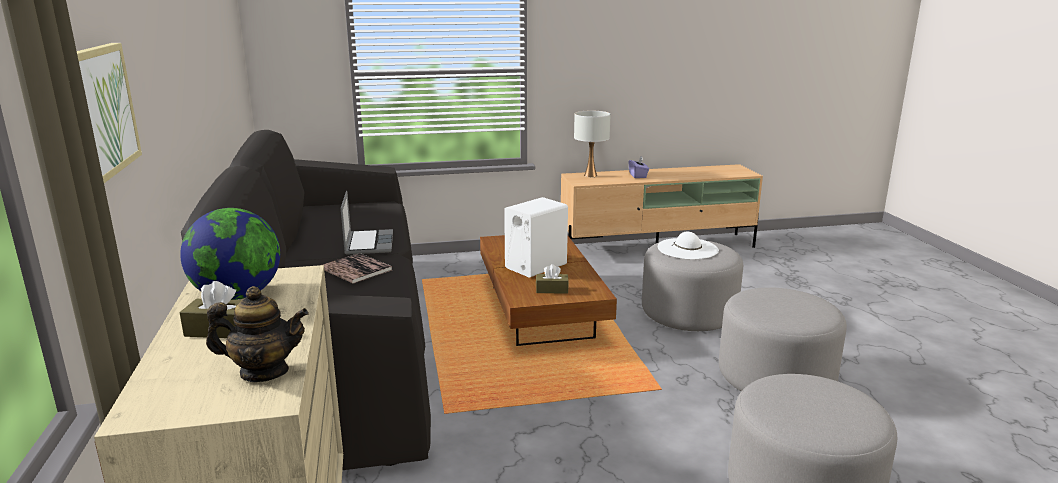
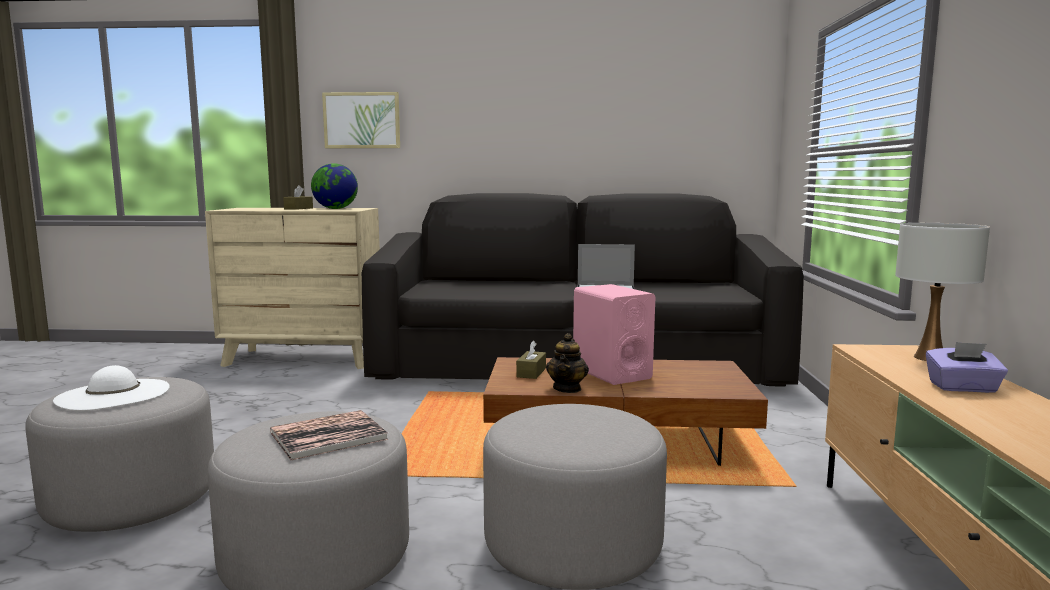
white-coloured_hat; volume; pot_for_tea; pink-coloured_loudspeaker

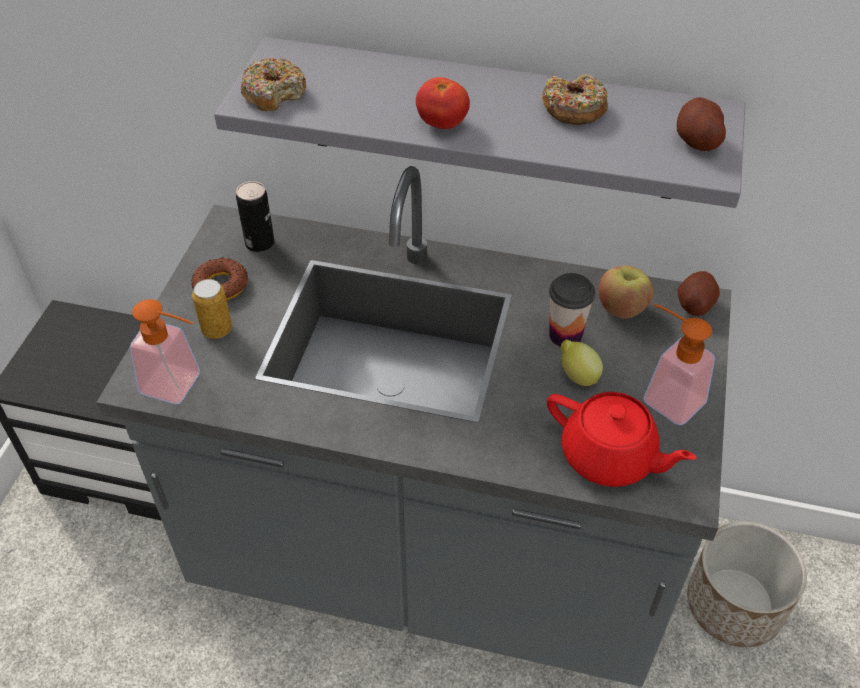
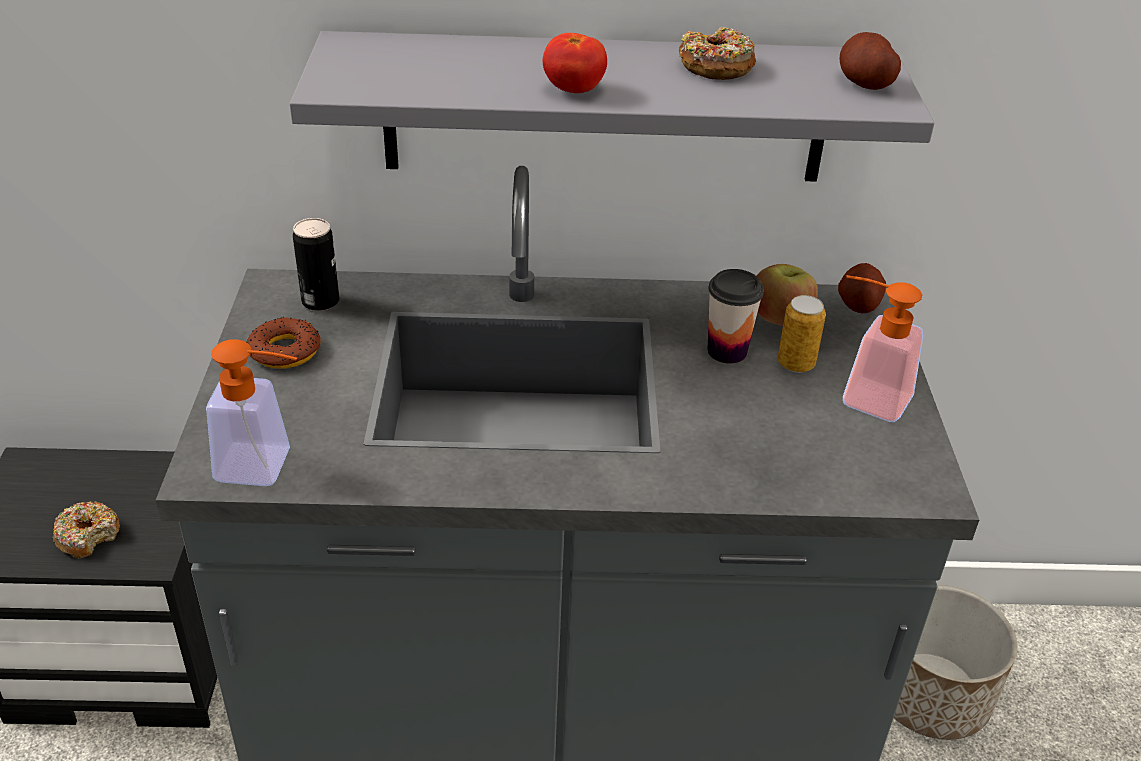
doughnut (no. 1 from left); sealed_can (no. 2 from left); red_pot_for_tea; lemon

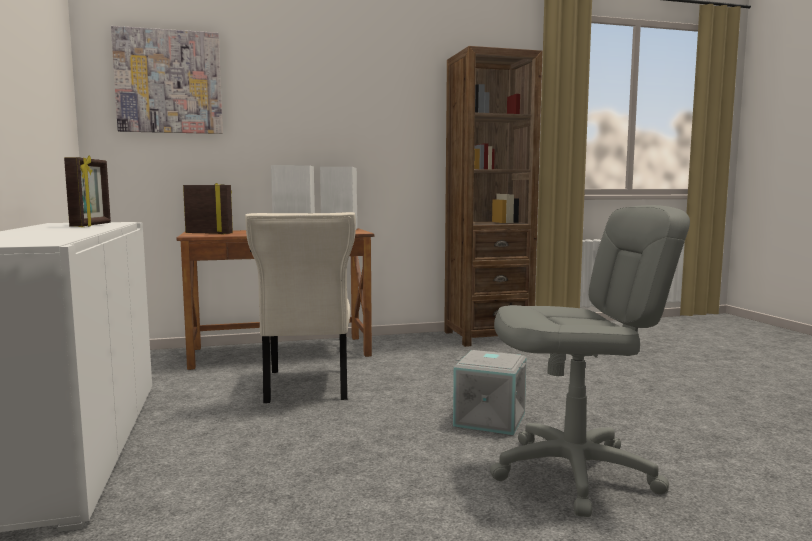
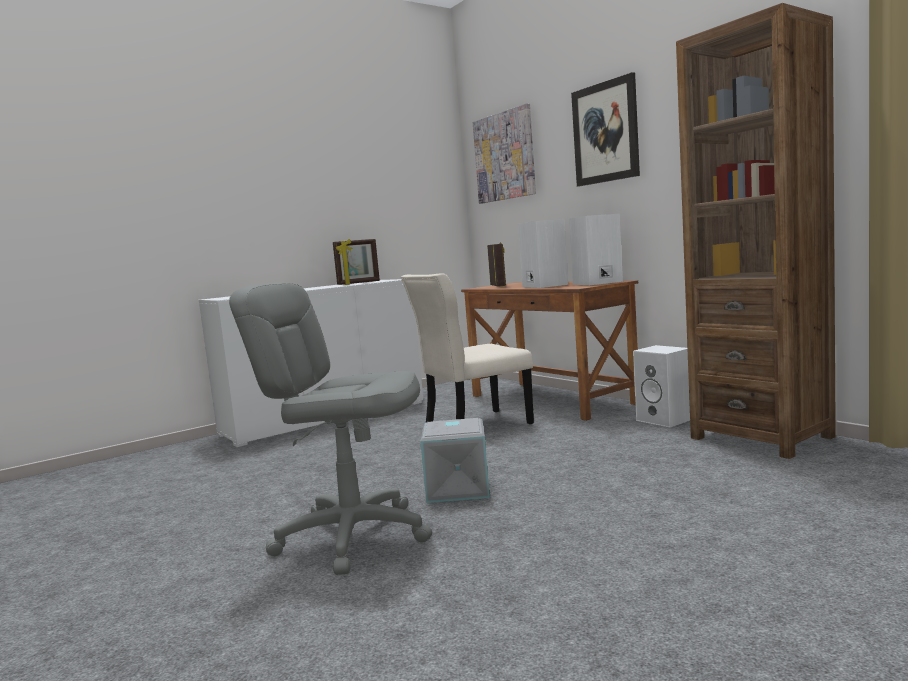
grey_office_chair; wall_picture (no. 2 from left); white-coloured_loudspeaker (no. 3 from left)

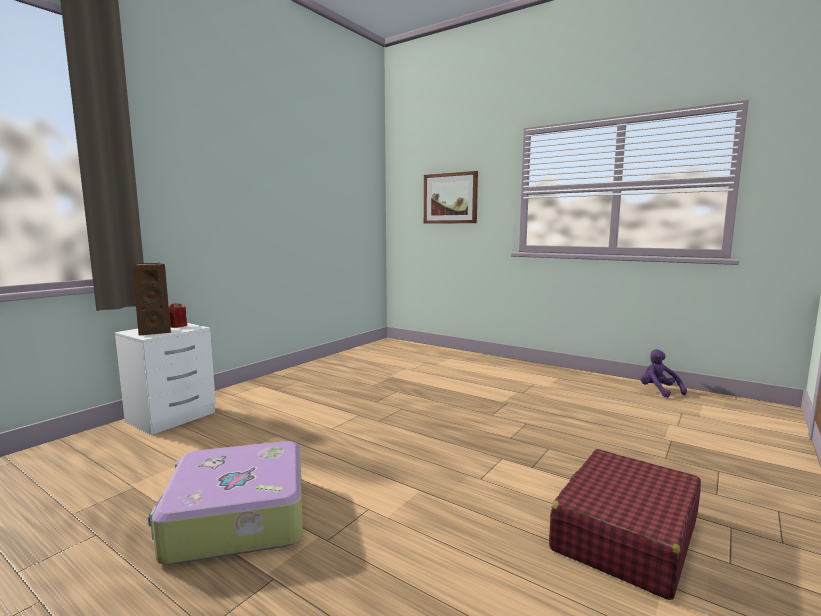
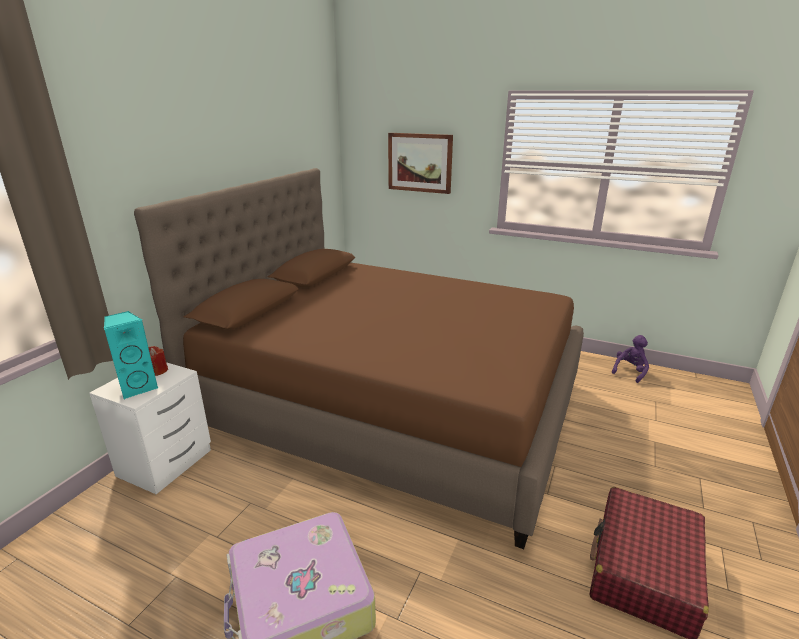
blue-green_loudspeaker; brownish_bedroom_bed; purplish_cuddly_toy

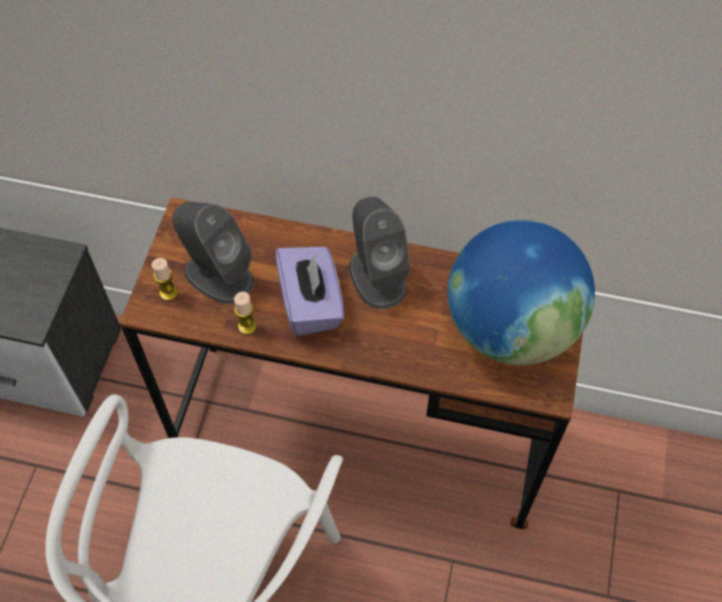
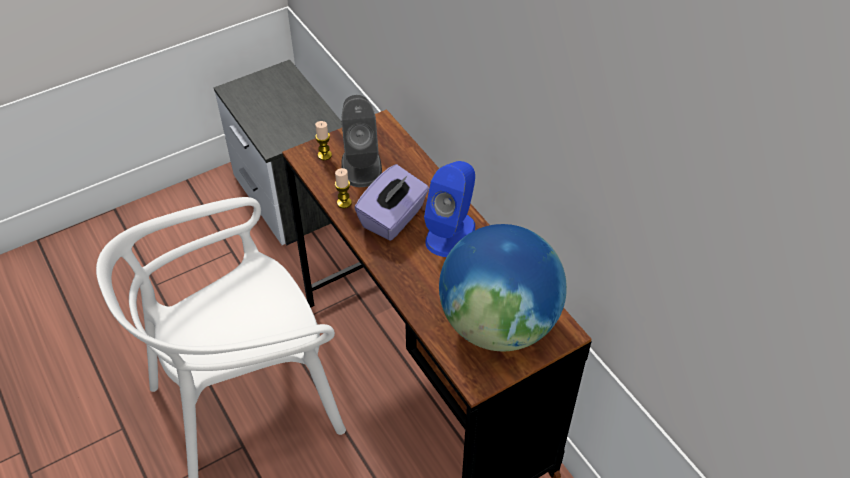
blue-coloured_loudspeaker

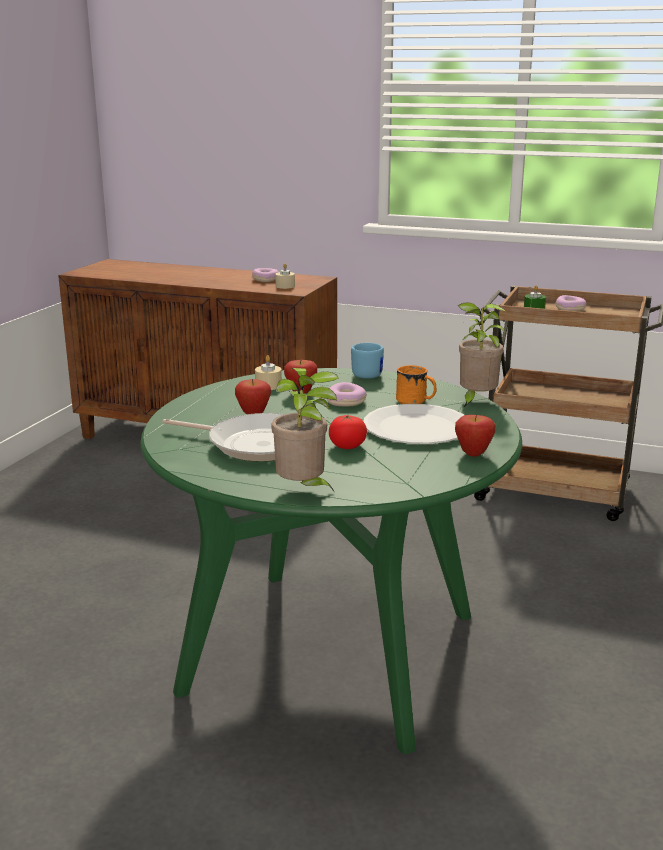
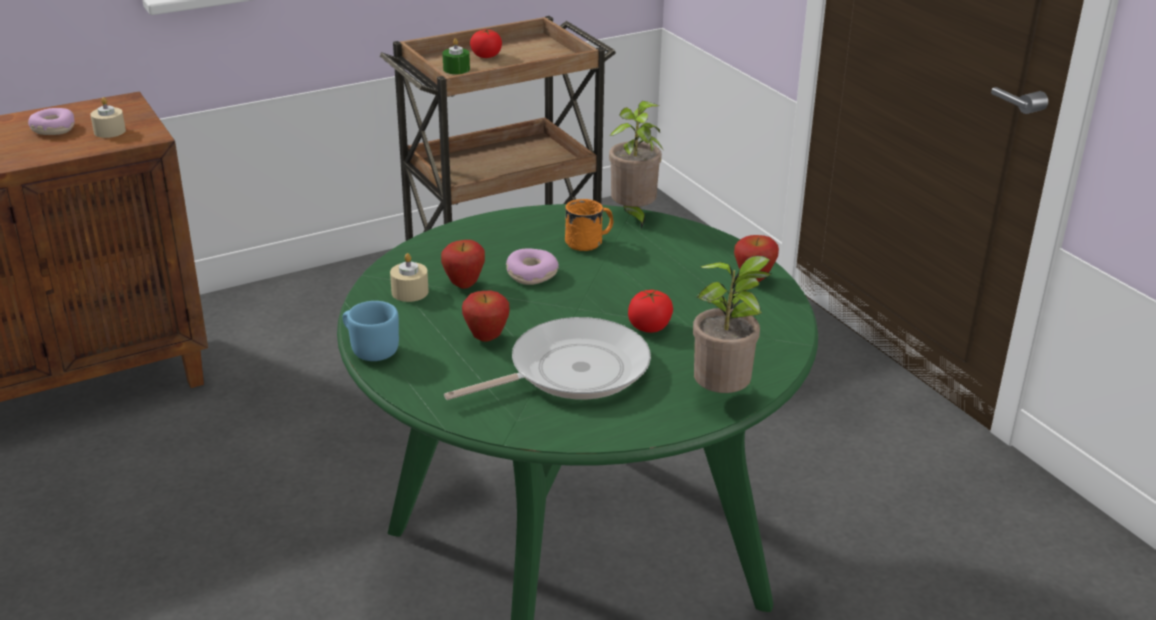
blue-coloured_mug; tomato (no. 1 from left); white-coloured_plate

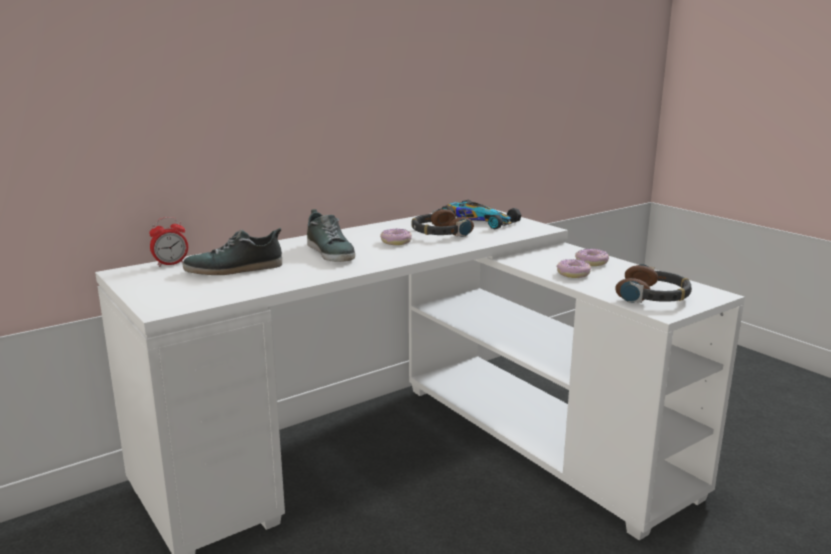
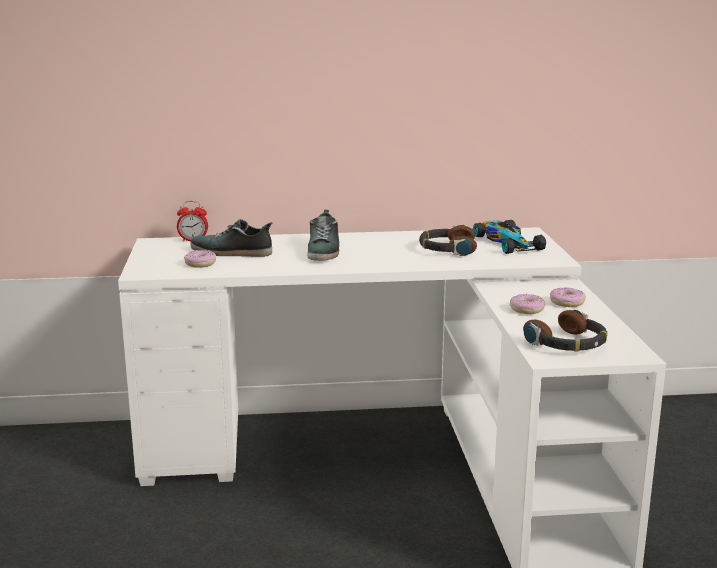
doughnut (no. 1 from left)

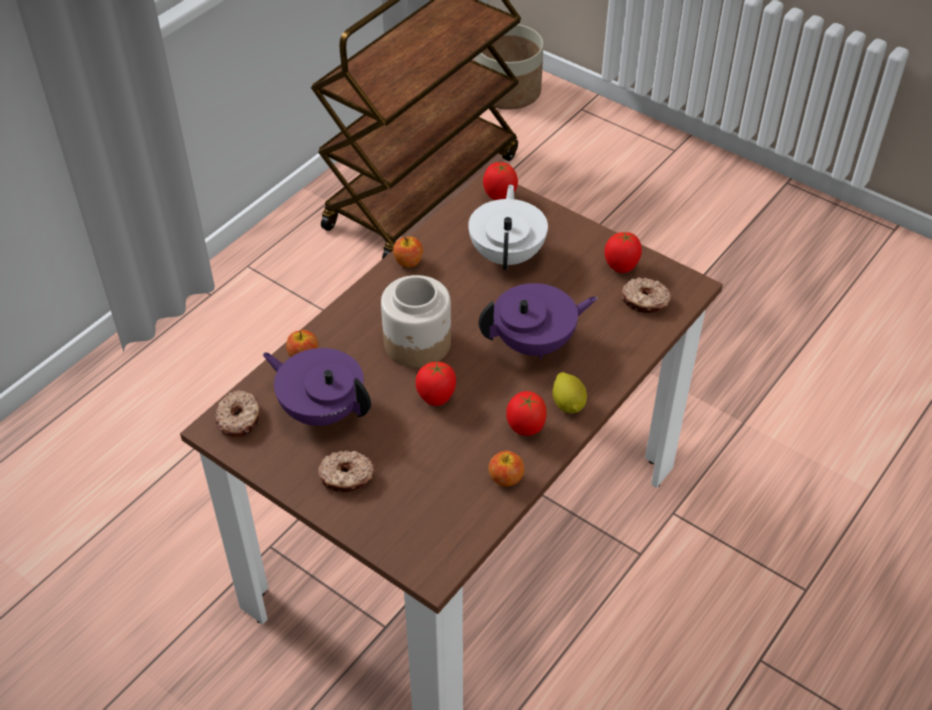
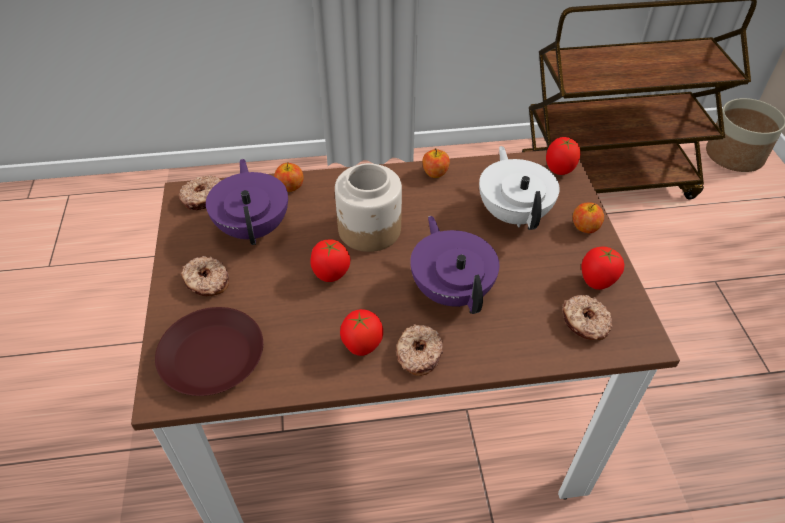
brownish_plate; doughnut (no. 3 from left); purplish_pot_for_tea (no. 2 from left); white-coloured_pot_for_tea; apple (no. 3 from left)

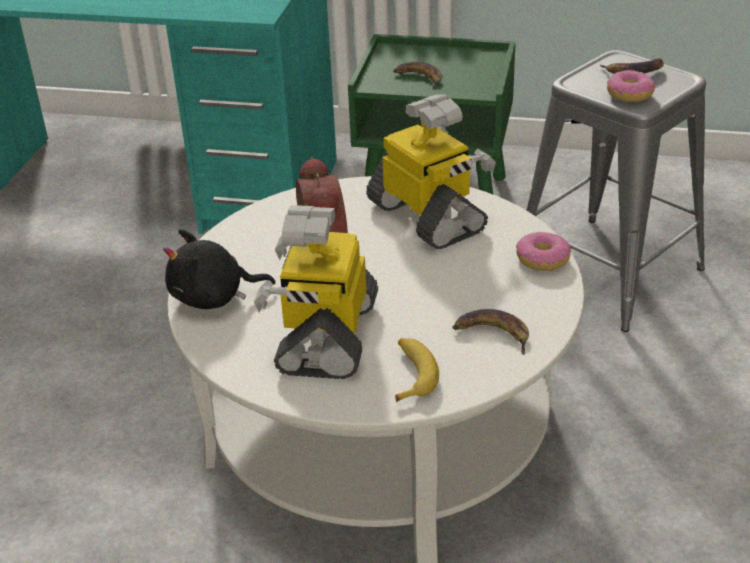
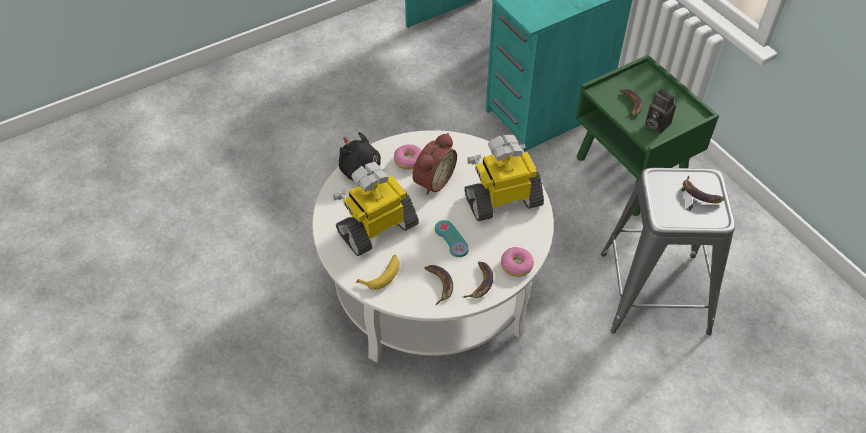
doughnut (no. 1 from left); blue-green_gamepad; banana (no. 3 from left); toy_robot (no. 2 from left); photo_camera

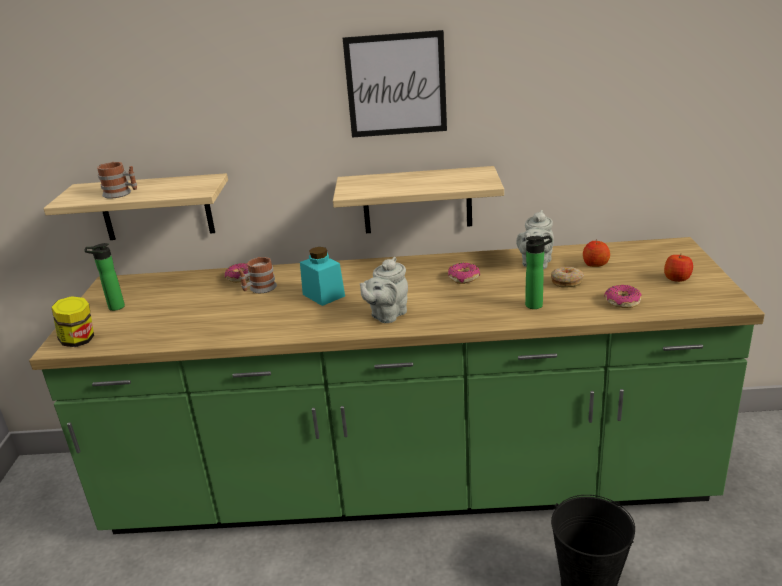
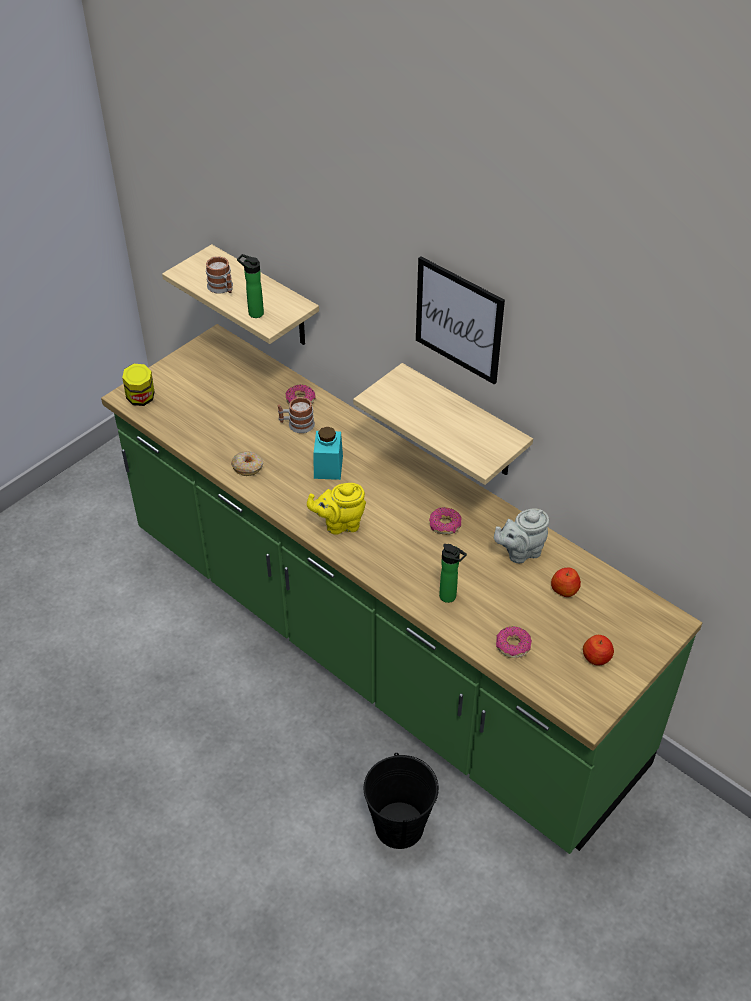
doughnut (no. 1 from left); drink_bottle (no. 1 from left); yellow_pot_for_tea

